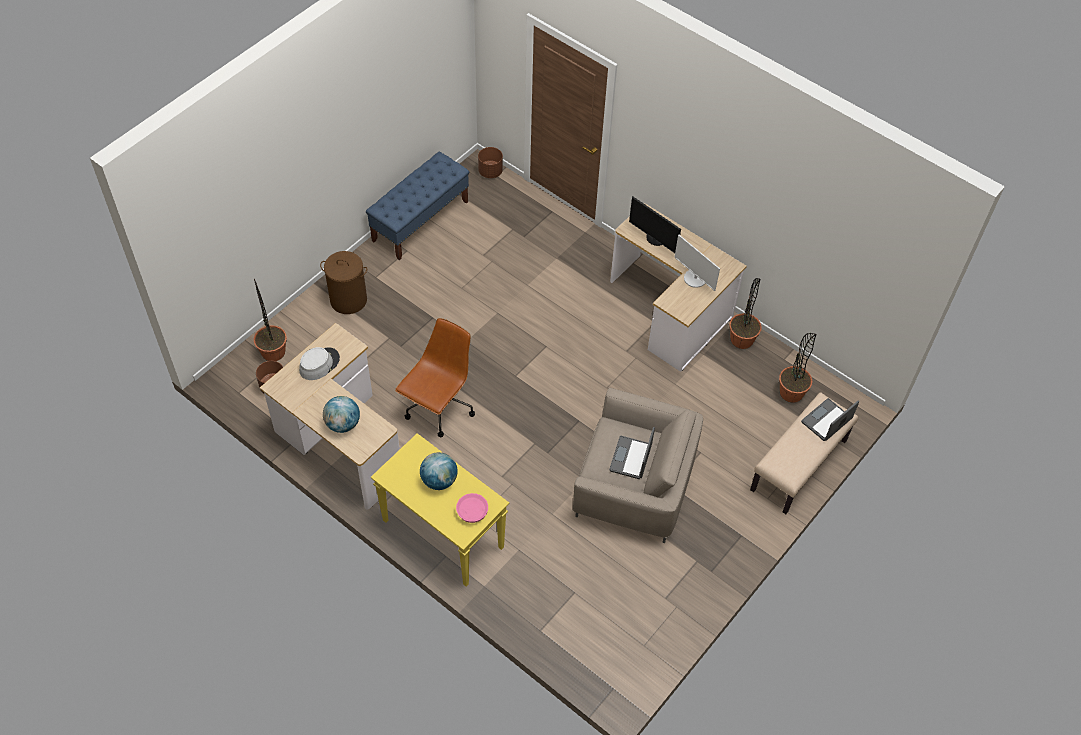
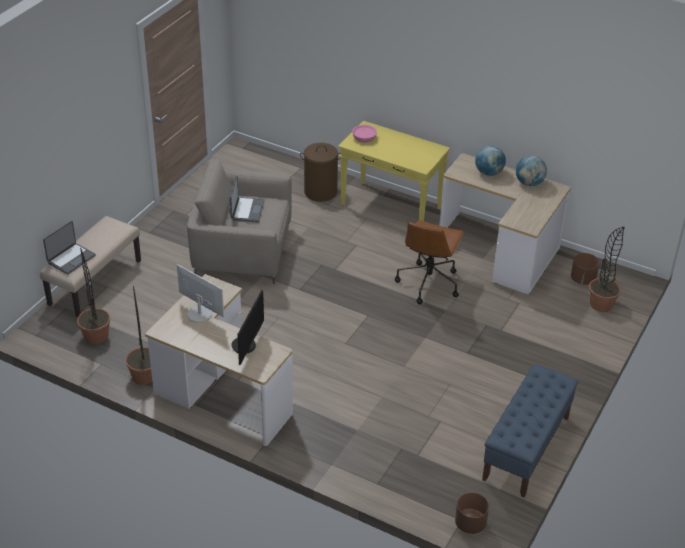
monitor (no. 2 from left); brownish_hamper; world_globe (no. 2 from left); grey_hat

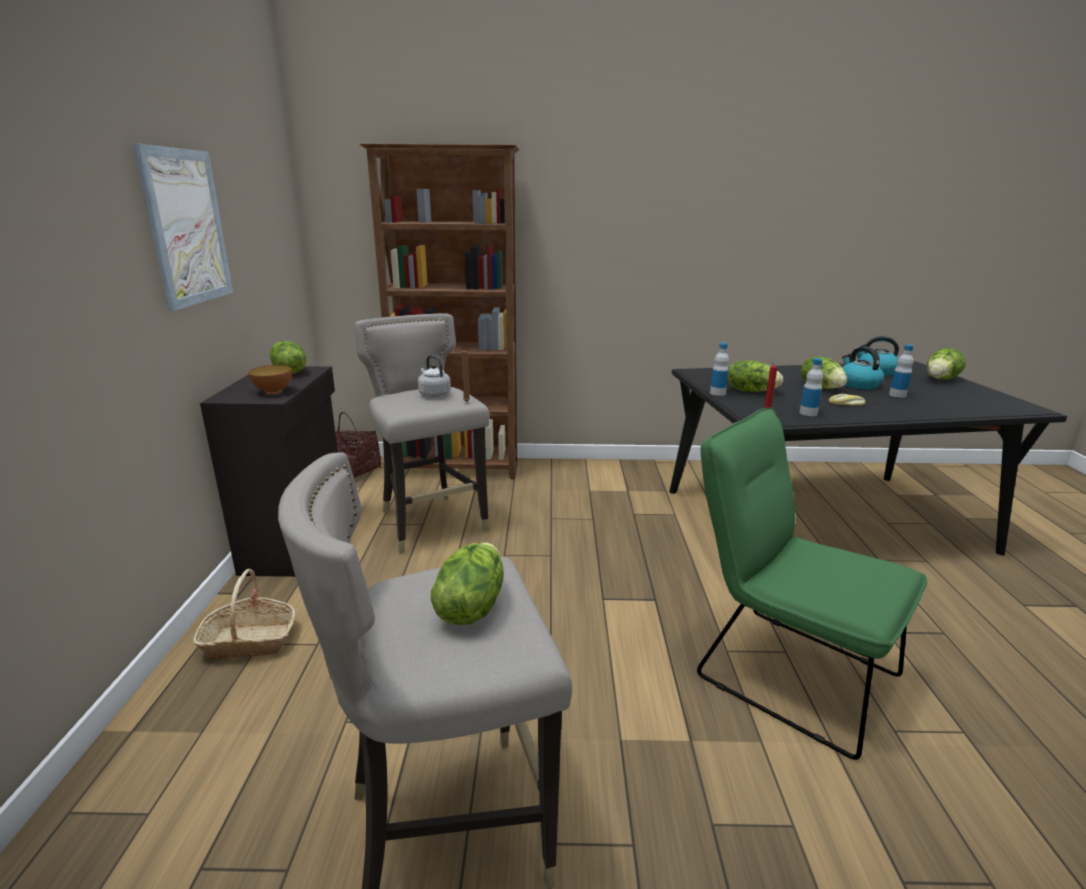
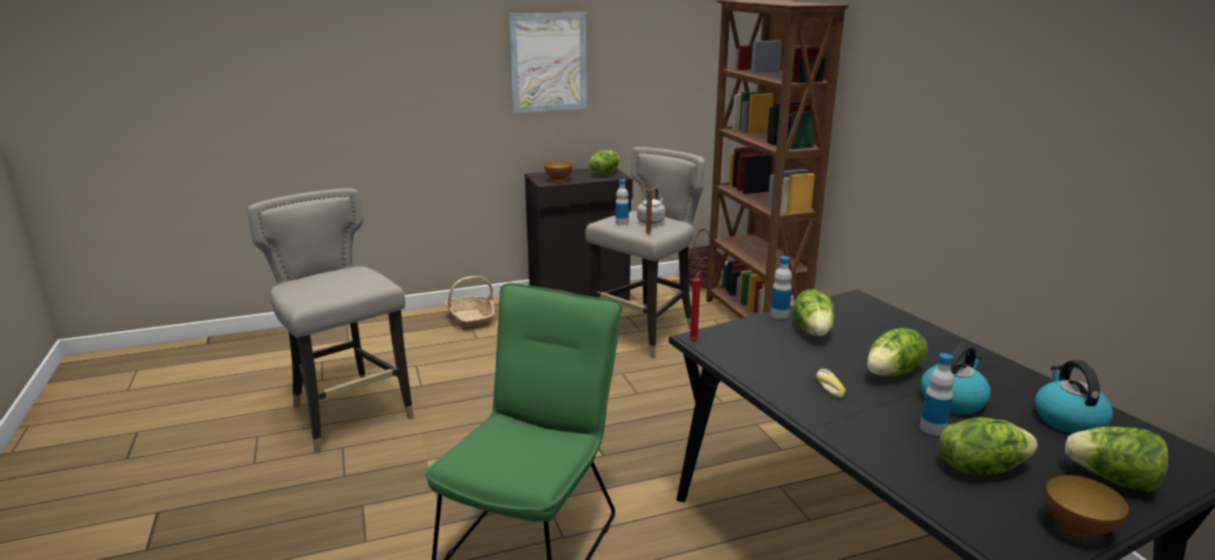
drink_bottle (no. 1 from left); lettuce (no. 4 from left); deep_dish (no. 2 from left)

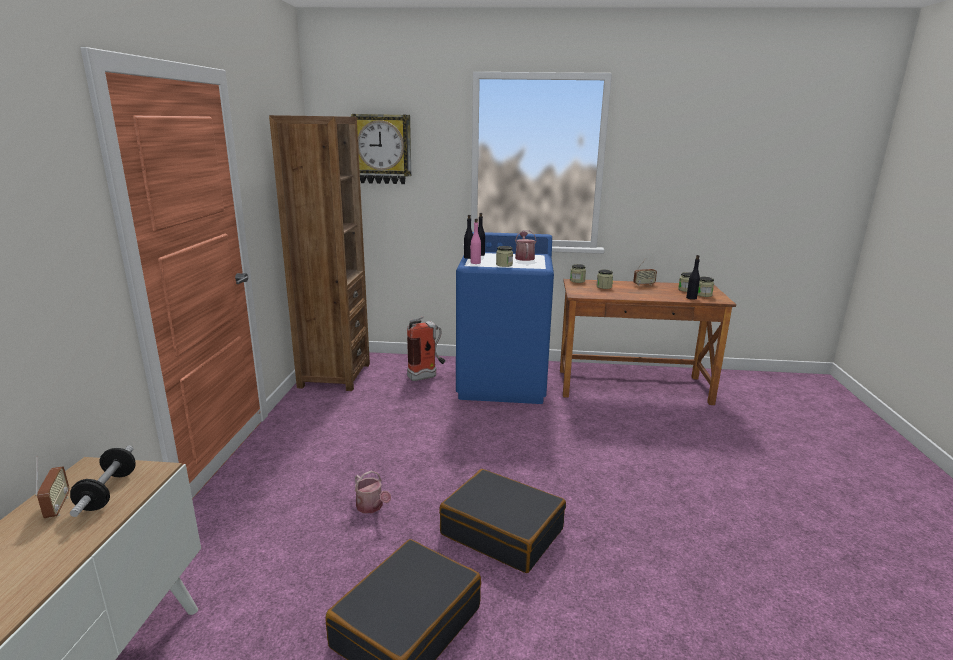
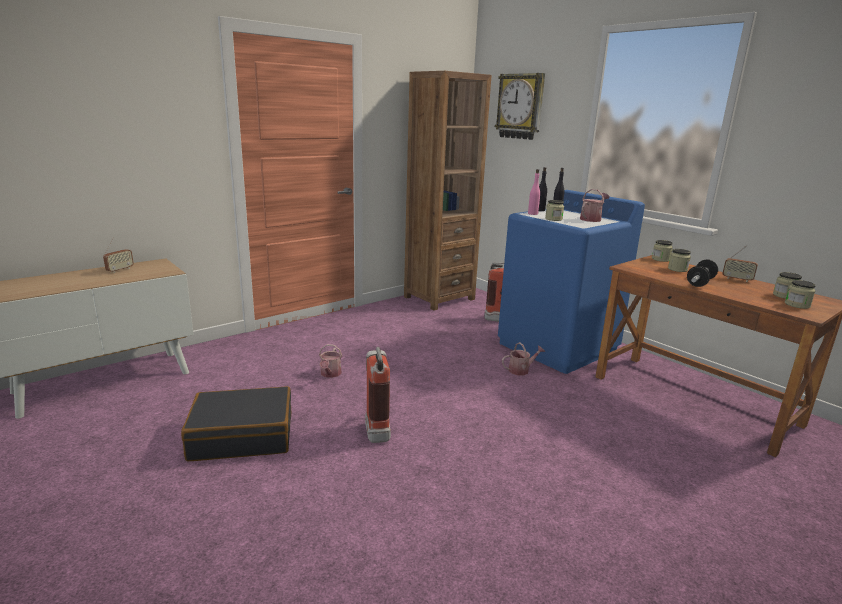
fire_extinguisher (no. 1 from left); watering_can (no. 2 from left); hand_weight; blackish_drink_bottle (no. 3 from left in the first image)

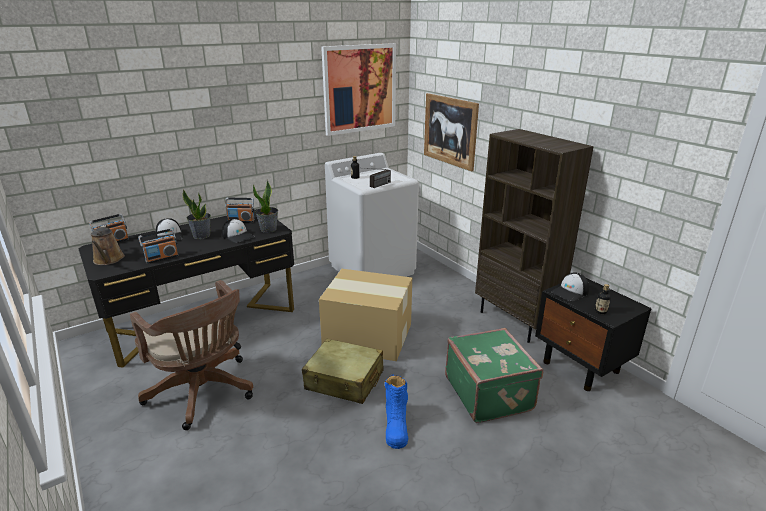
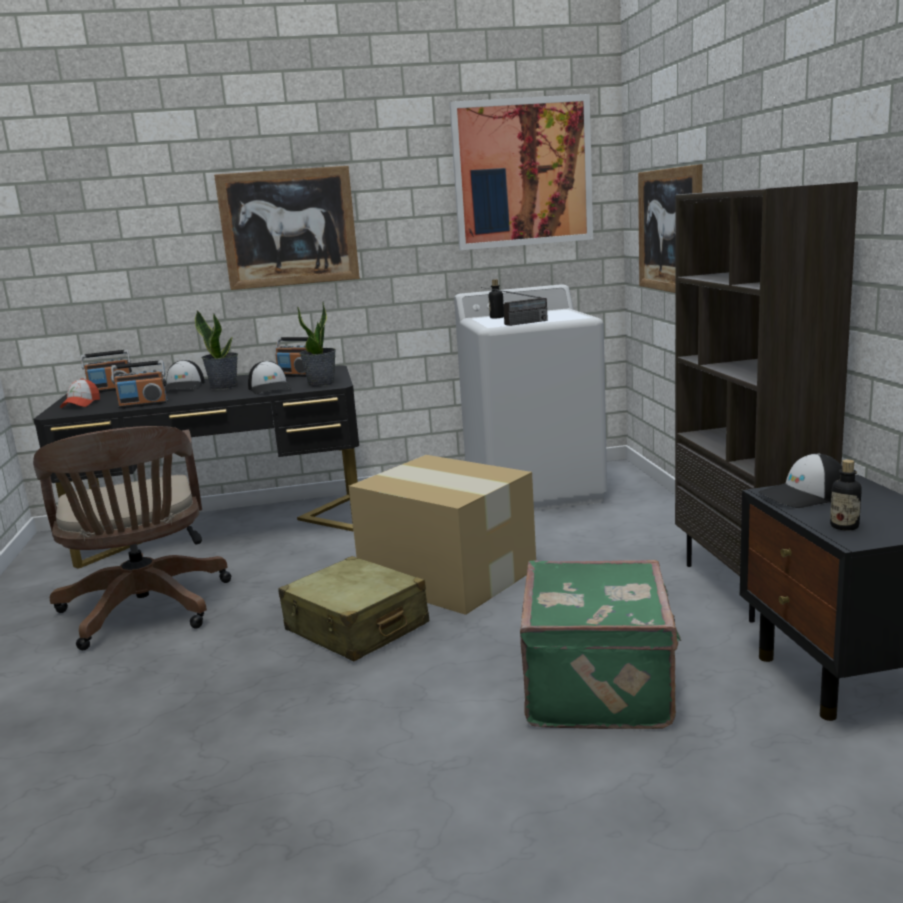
cap (no. 1 from left); wall_picture (no. 1 from left); blue-coloured_high-top_boot

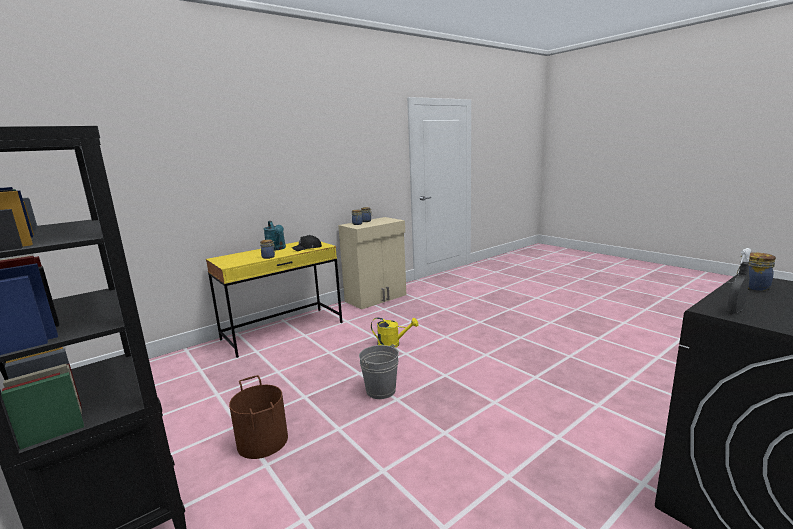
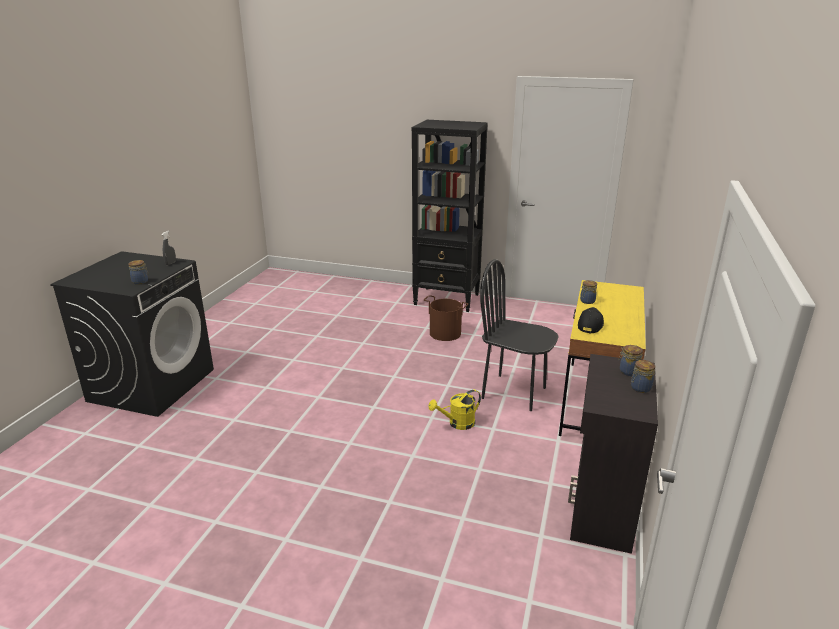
blackish_chair; blackish_cabinet; blue-green_watering_can; grey_bucket

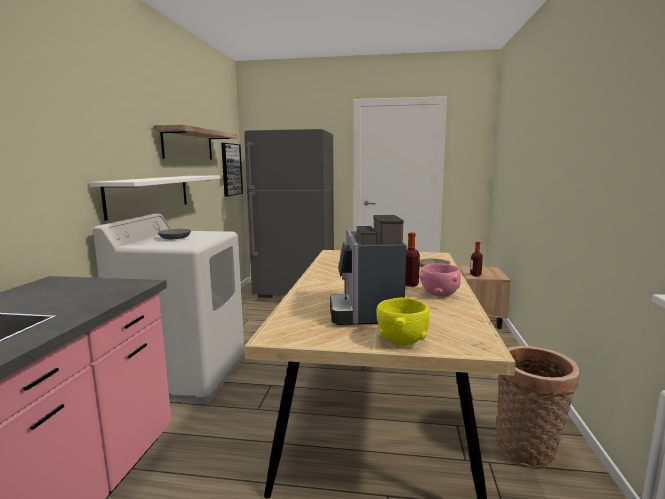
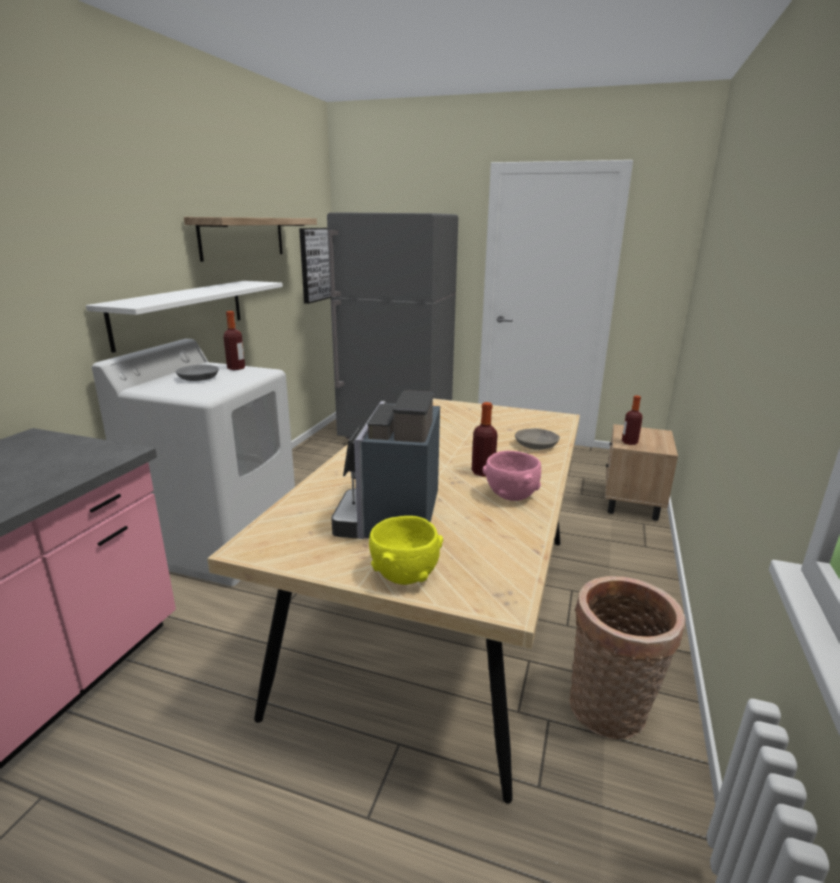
drink_bottle (no. 1 from left)

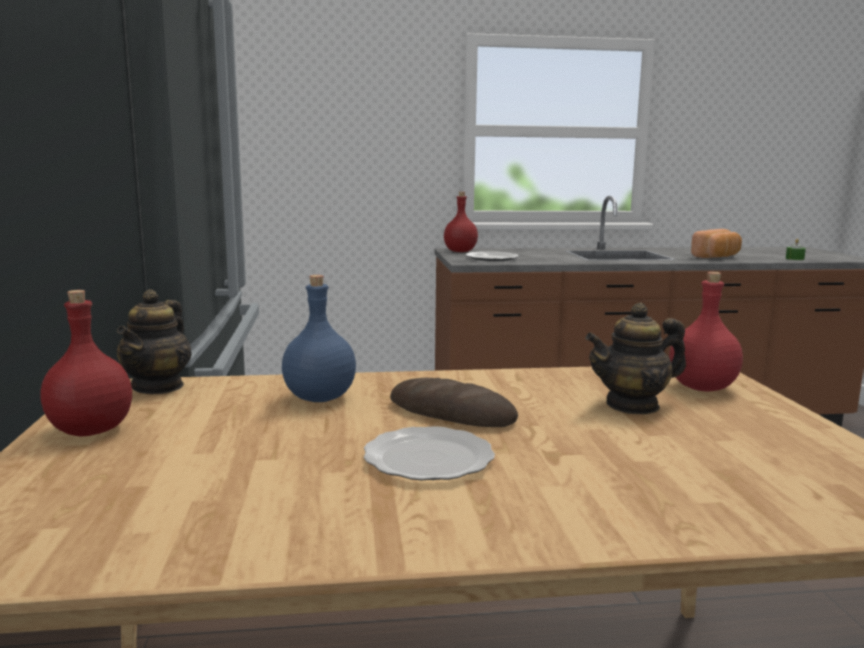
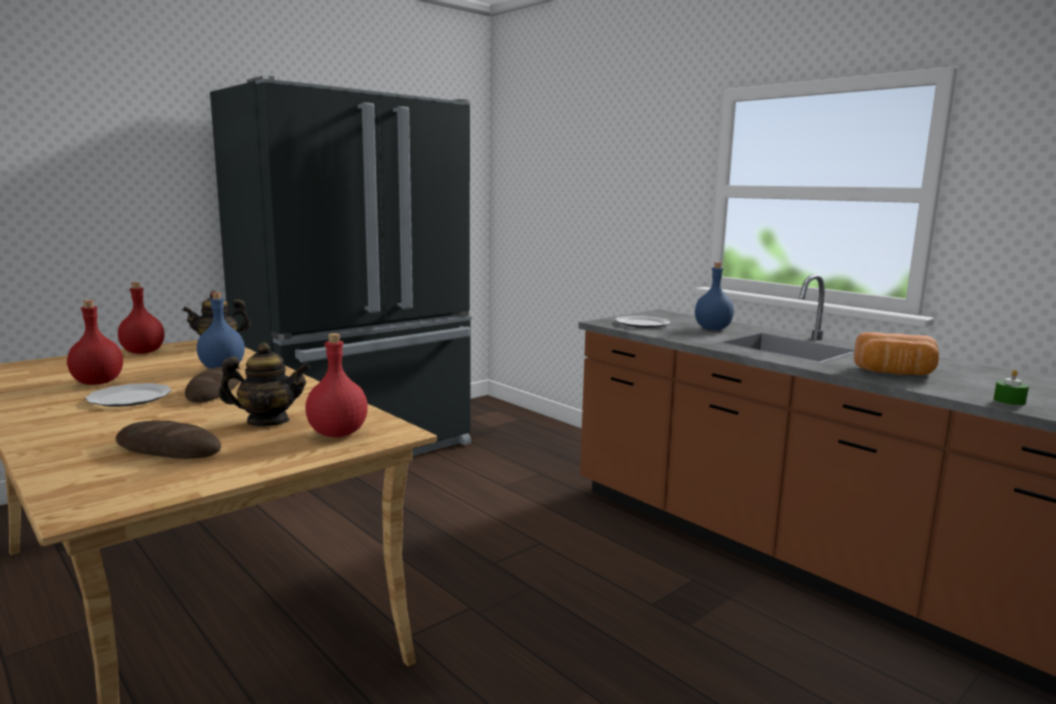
red_drink_bottle (no. 1 from left); bread (no. 1 from left); pot_for_tea (no. 2 from left); blue-coloured_drink_bottle (no. 2 from left)

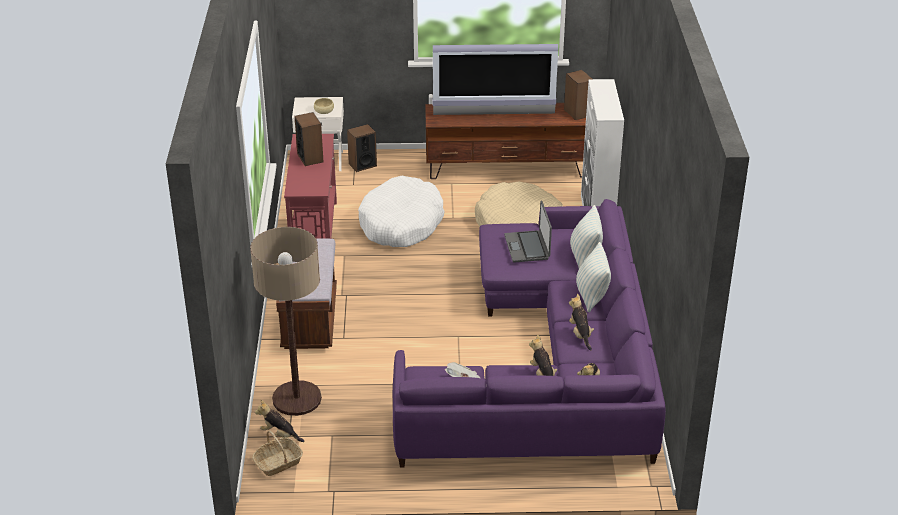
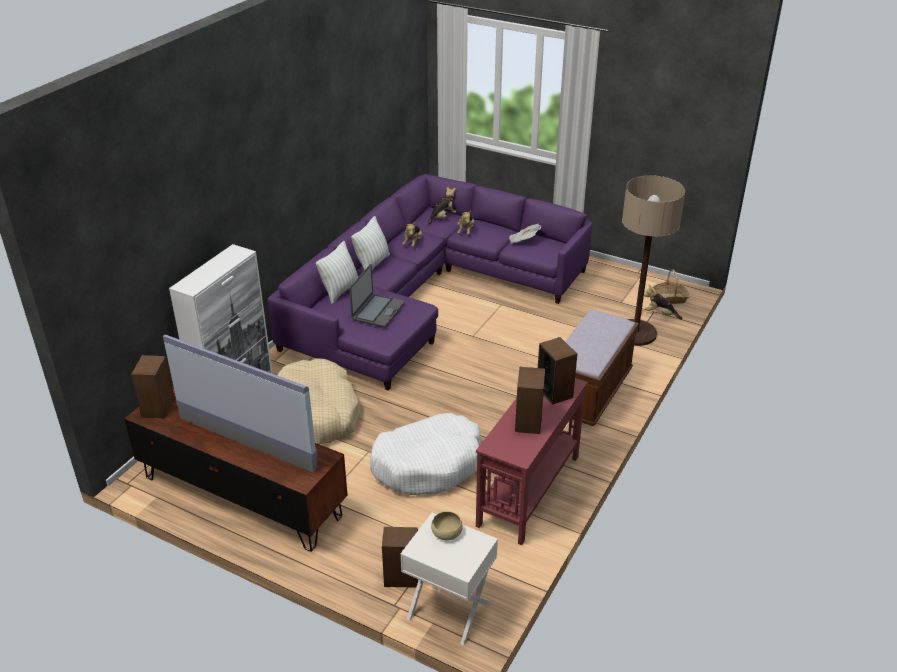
loudspeaker (no. 4 from left); cuddly_toy (no. 4 from left)

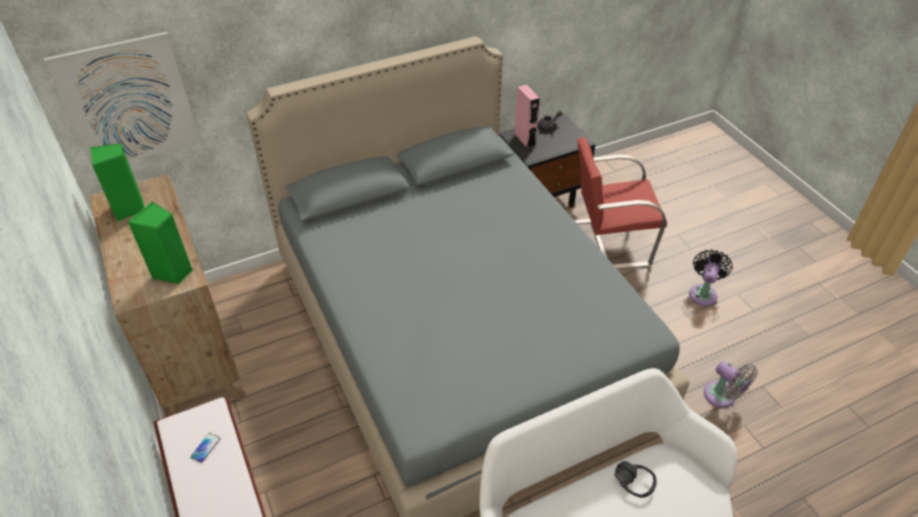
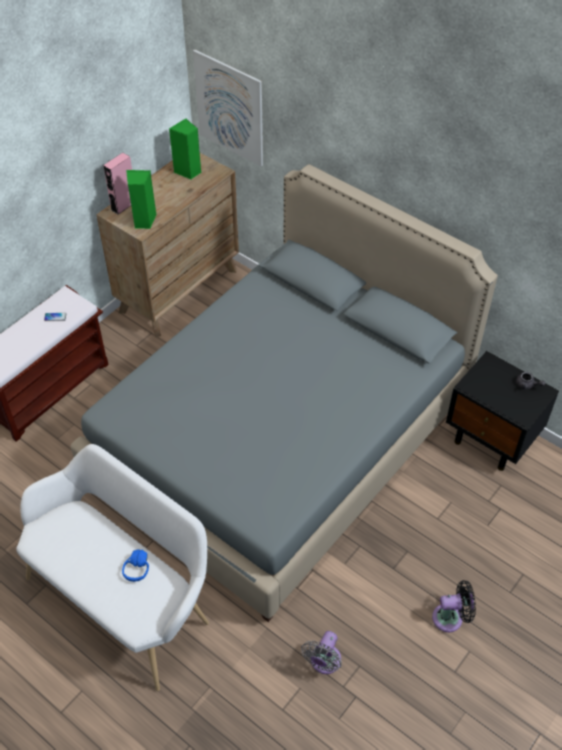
pink-coloured_loudspeaker; blue-coloured_headset; red_chair

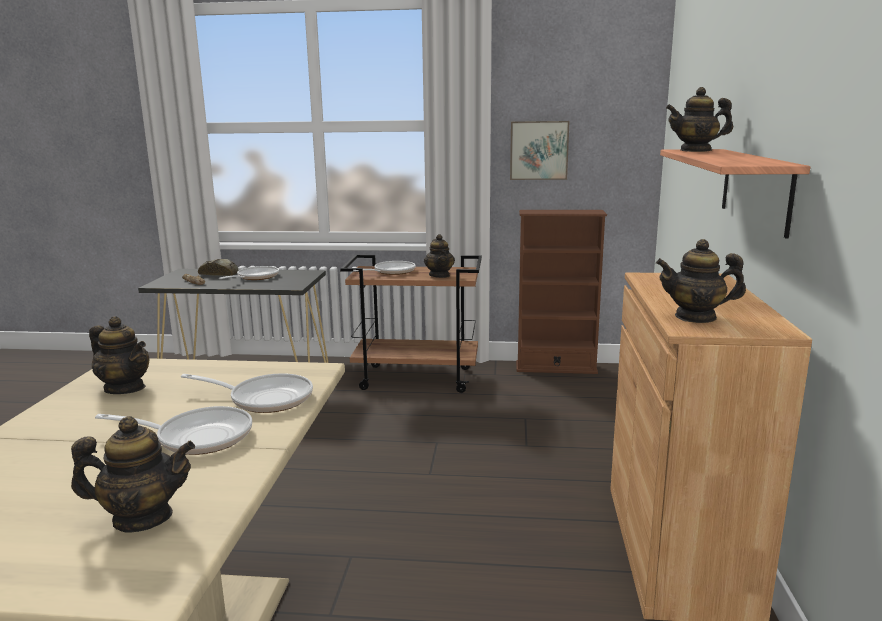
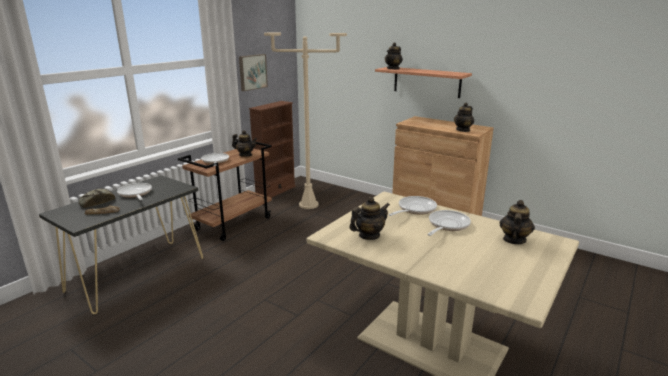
beige_floor_lamp

